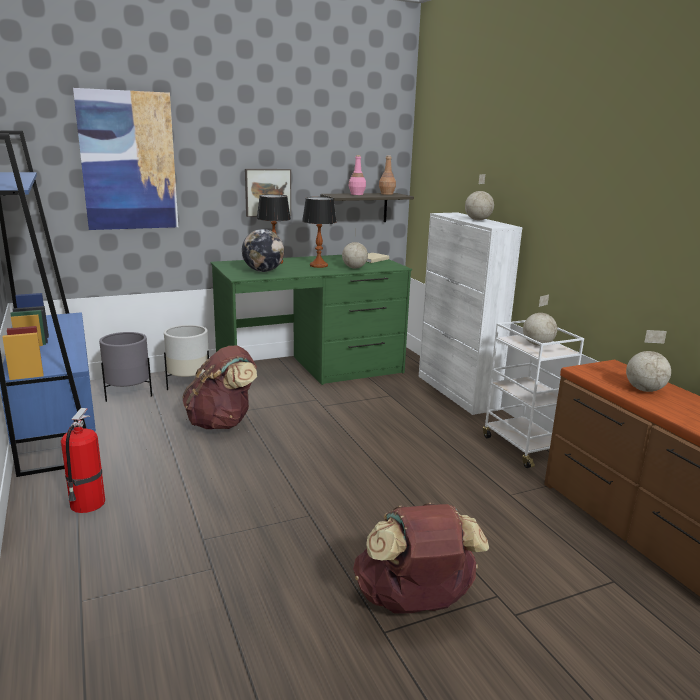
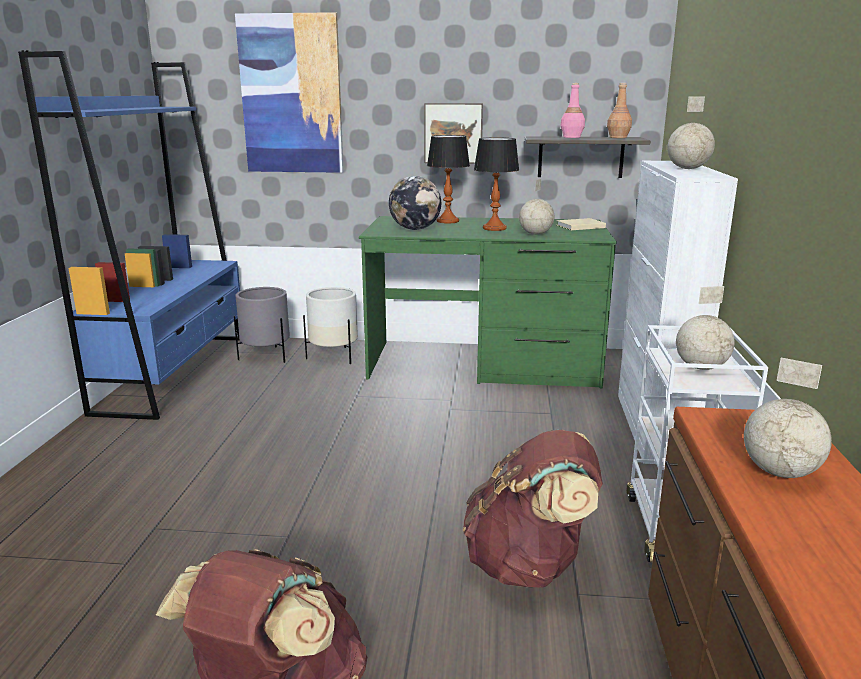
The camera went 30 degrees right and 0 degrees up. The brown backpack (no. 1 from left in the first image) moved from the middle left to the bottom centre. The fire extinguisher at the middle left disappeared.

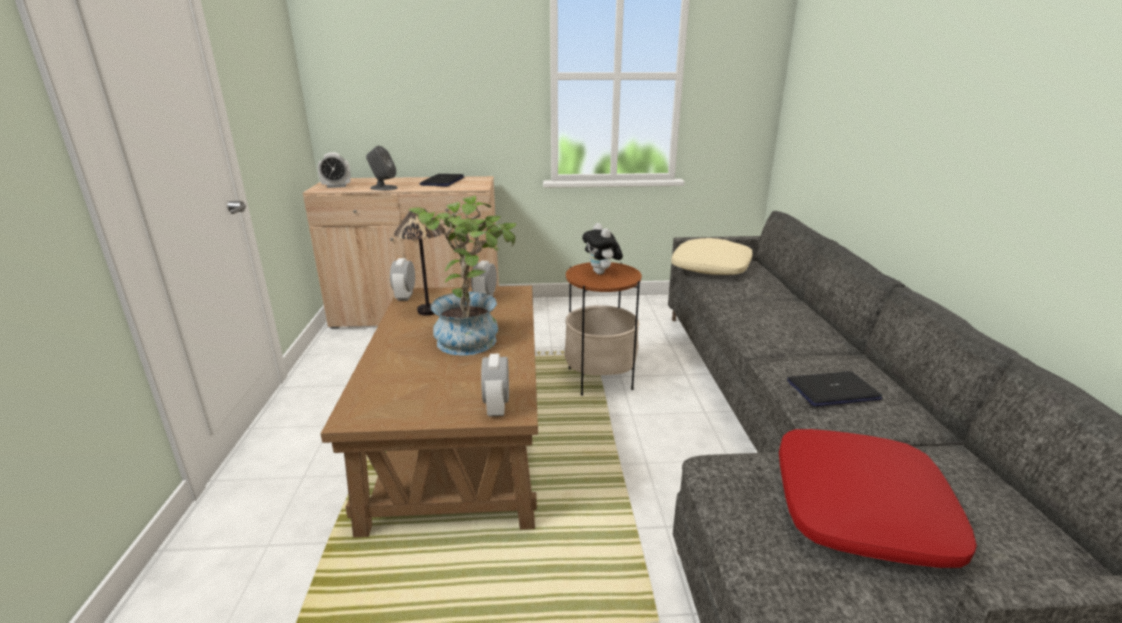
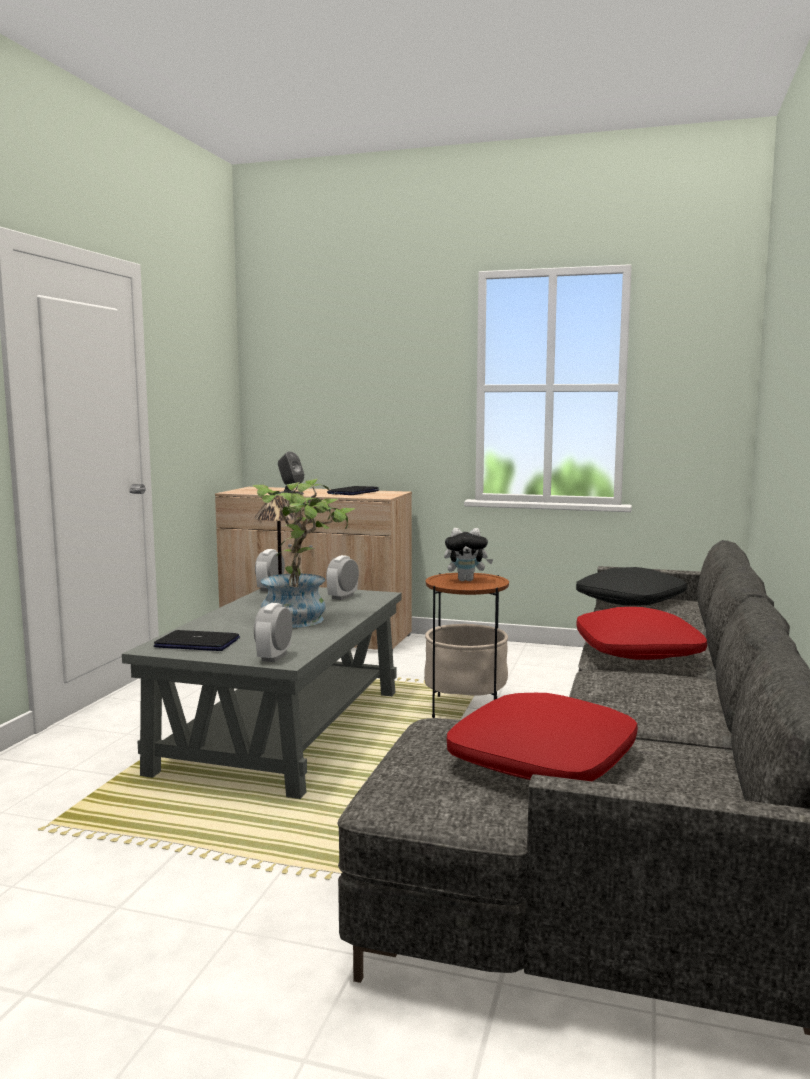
The camera went 20 degrees right and 15 degrees down. The brown coffee table at the centre became the grey coffee table at the middle left. The laptop (no. 2 from left in the first image) moved from the middle right to the middle left. The plush toy at the centre turned 90 degrees counterclockwise. The beige pillow at the centre became the black pillow at the middle right. The red pillow (no. 2 from left) at the middle right appeared. The alarm clock (no. 1 from left) at the top left disappeared.

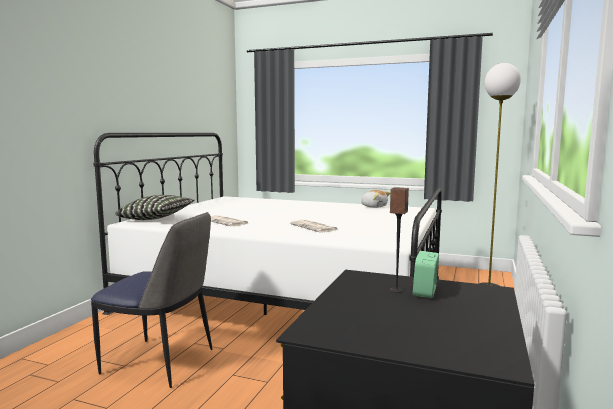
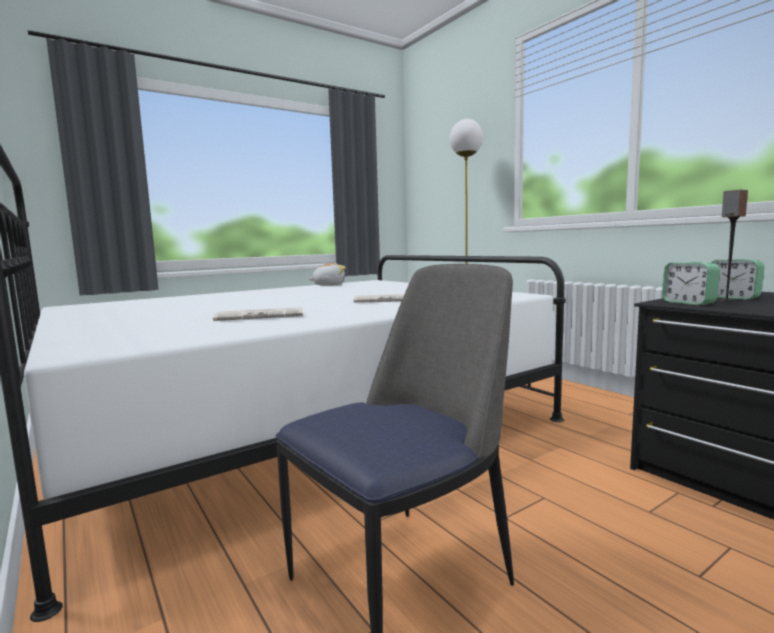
The camera went 55 degrees left and 0 degrees up. The alarm clock (no. 1 from left) at the middle right appeared. The pillow at the middle left disappeared.

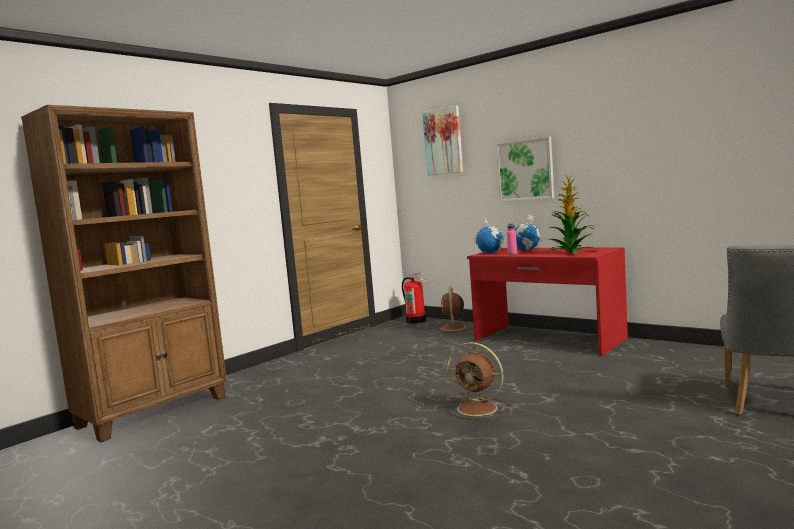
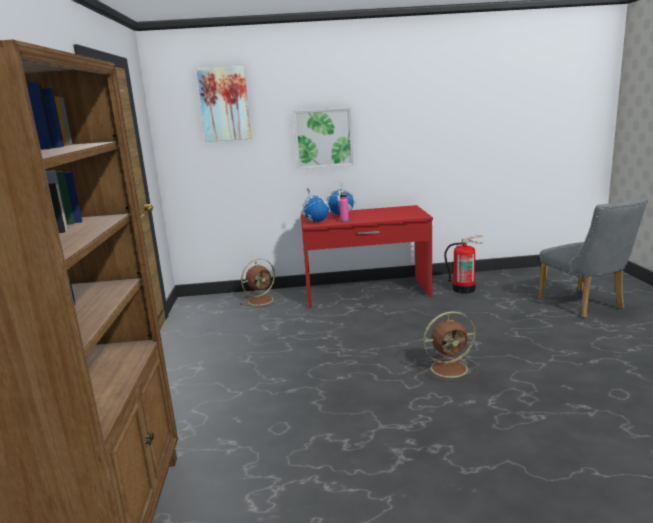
The camera went 45 degrees left and 10 degrees up. The brown fan (no. 1 from left) at the centre turned 90 degrees counterclockwise. The fire extinguisher moved from the centre to the middle right. The potted plant at the middle right disappeared.

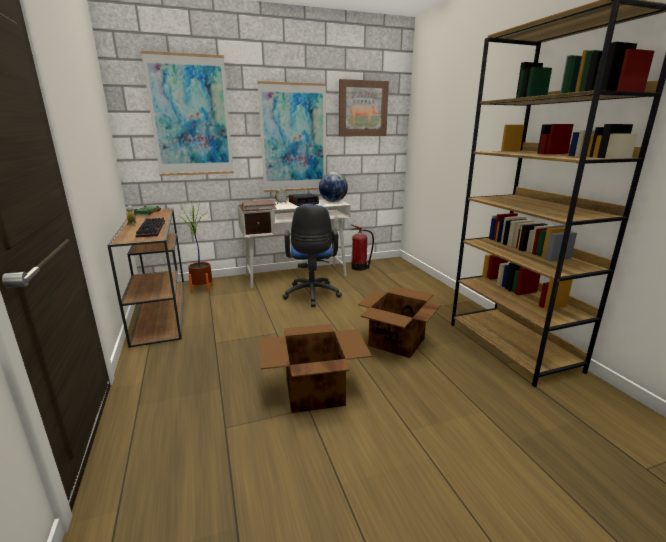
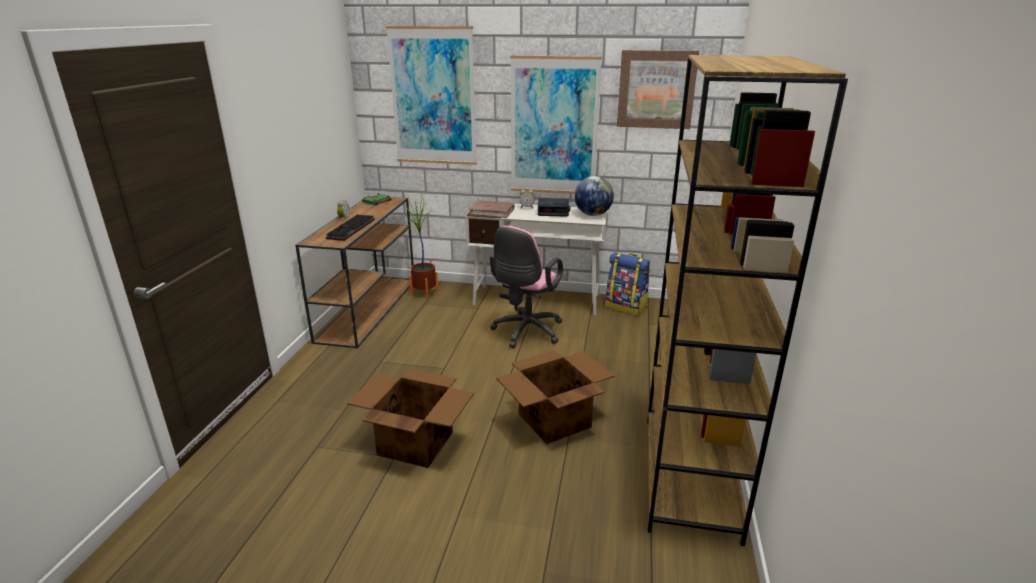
The camera went 30 degrees right and 5 degrees up. The blue office chair at the centre became the pink office chair at the centre. The fire extinguisher at the centre was replaced by the backpack at the centre.

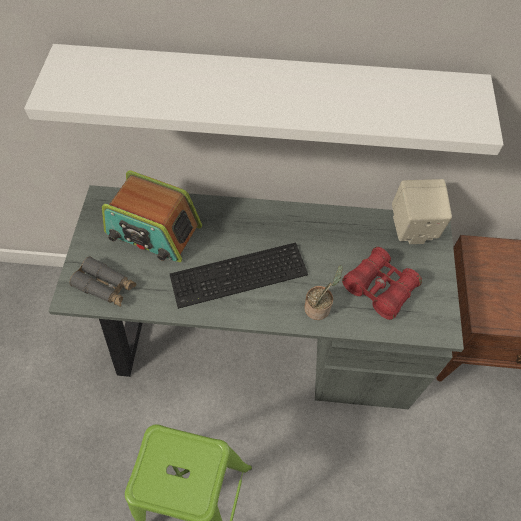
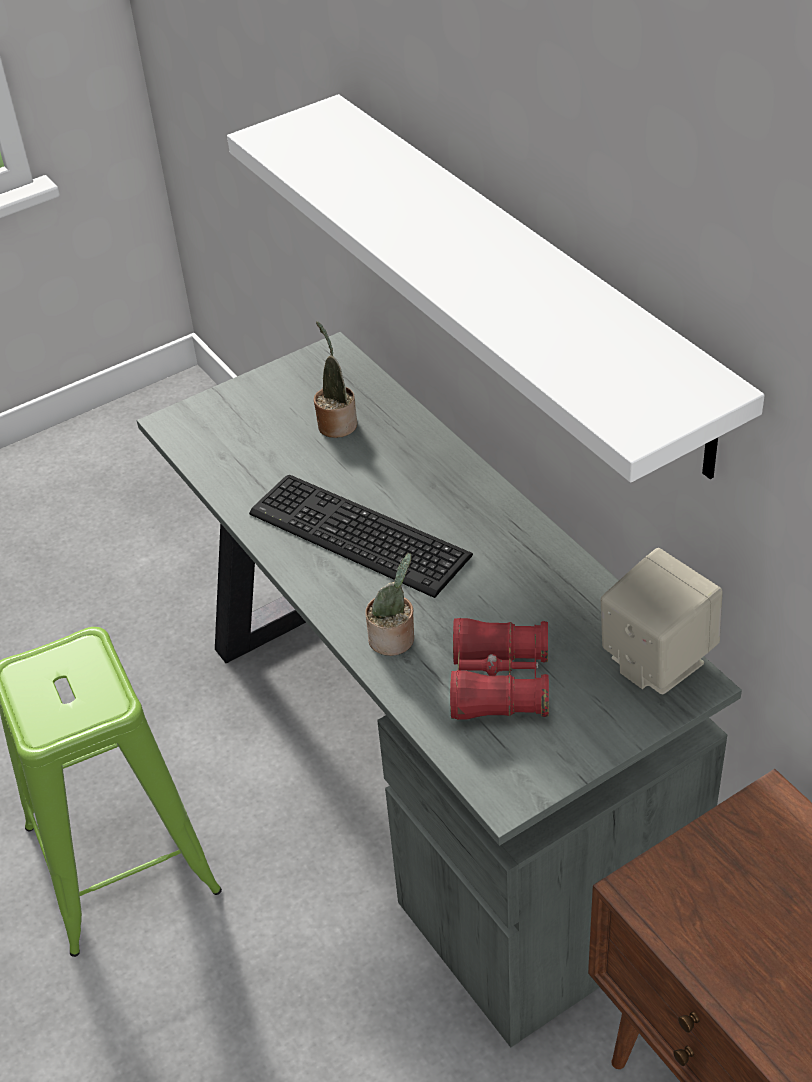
The camera went 55 degrees right and 15 degrees down. The radio at the middle left was replaced by the potted plant (no. 1 from left) at the centre. The grey binoculars at the middle left disappeared.

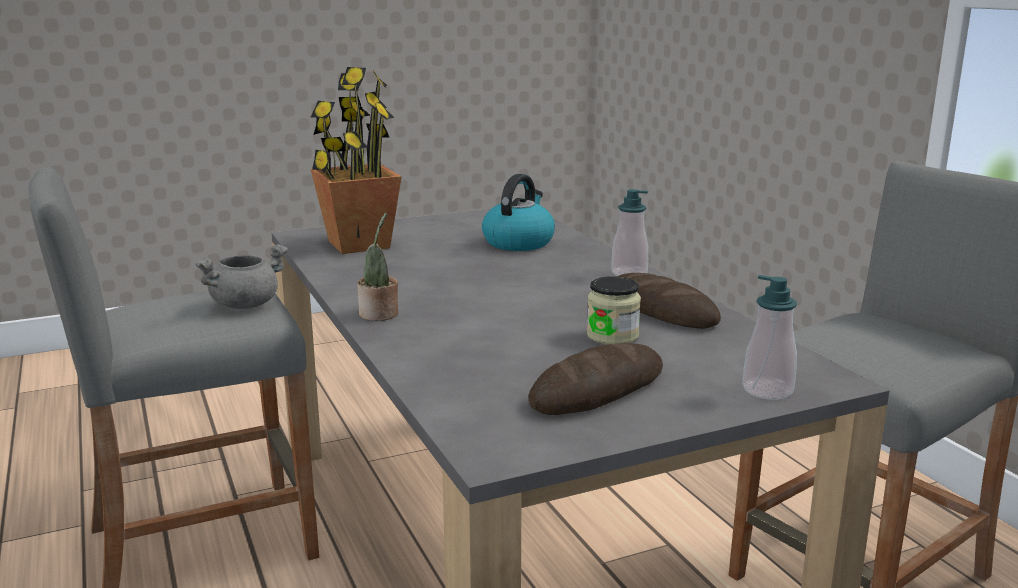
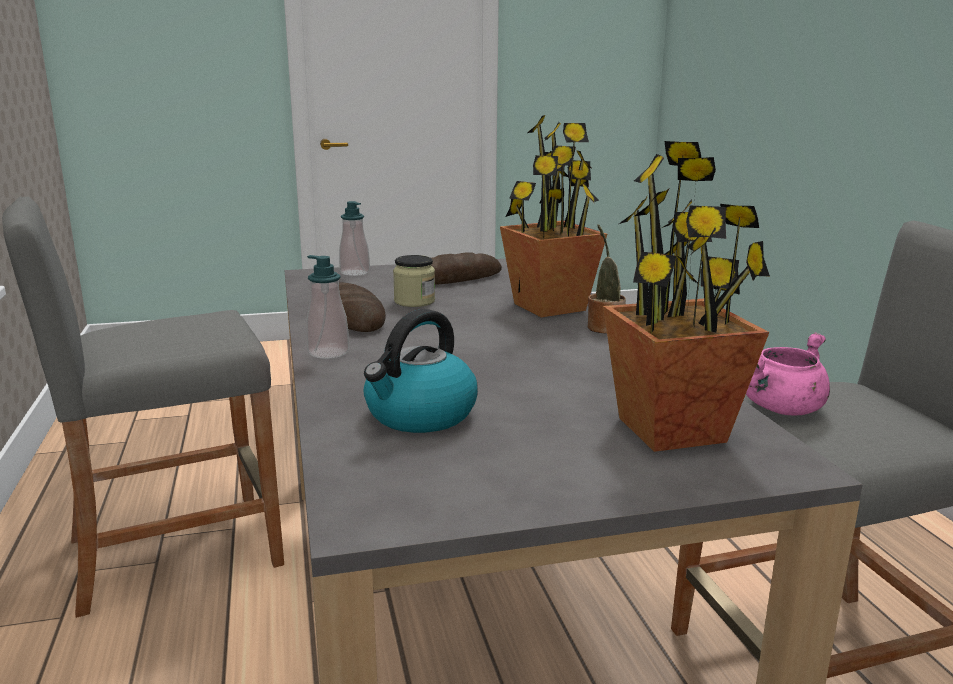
The camera went 170 degrees left and 0 degrees up. The potted plant (no. 1 from left) at the top centre appeared. The grey cooking pot at the middle left became the pink cooking pot at the middle right.

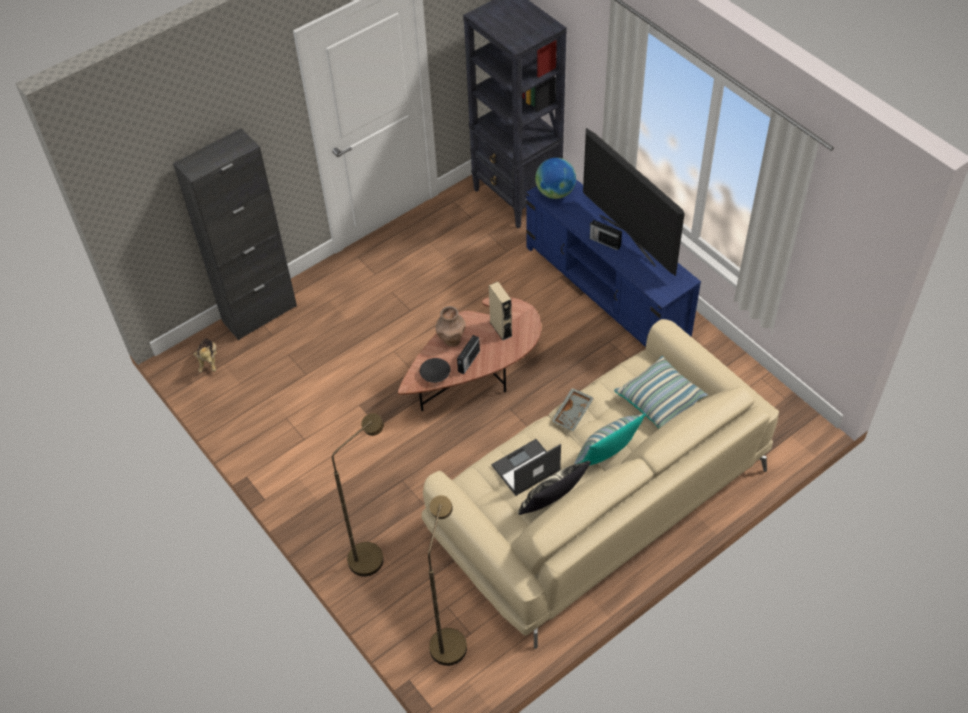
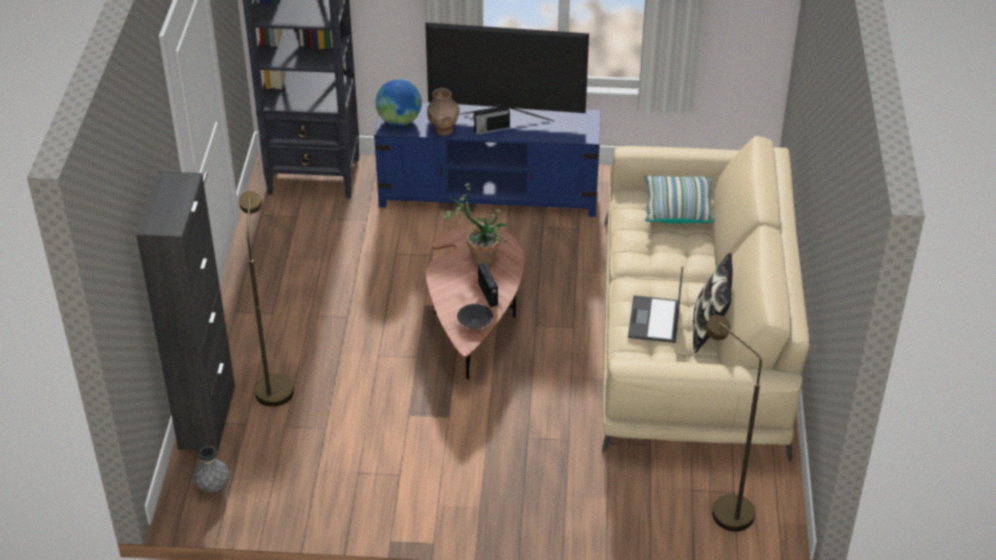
The camera went 50 degrees left and 10 degrees down. The plush toy at the middle left was replaced by the grey vase at the bottom left. The brown floor lamp (no. 1 from left) moved from the bottom centre to the middle left. The brown vase moved from the centre to the top centre. The beige speaker at the centre was replaced by the potted plant at the centre. The grey tray at the centre disappeared. The pillow (no. 2 from left) at the centre disappeared.

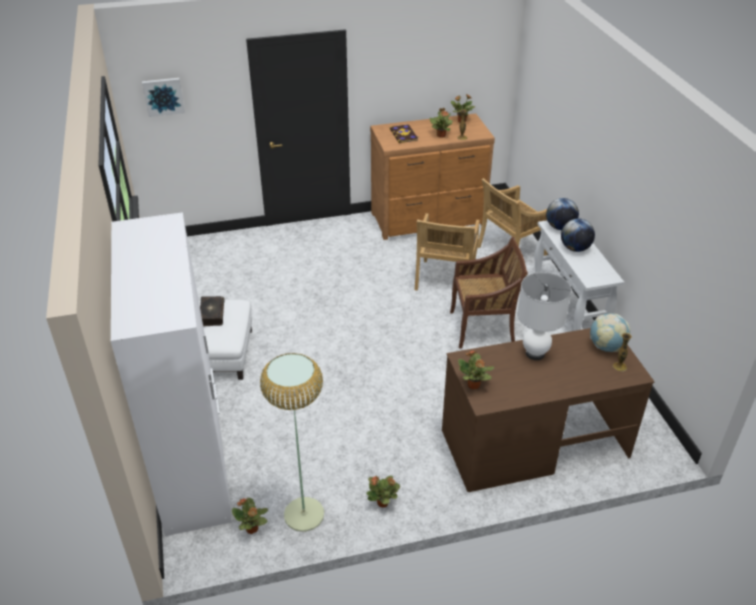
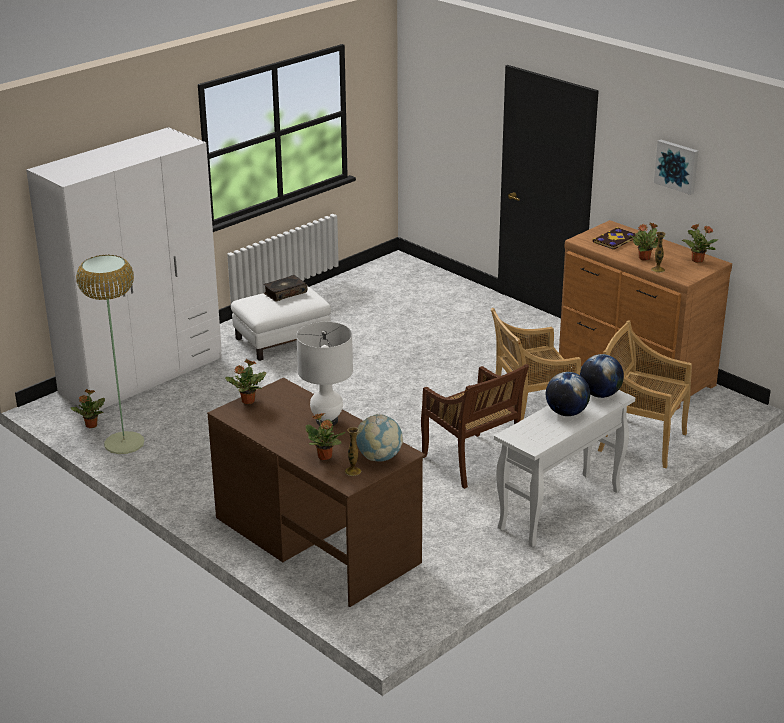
The camera went 60 degrees right and 10 degrees down. The potted plant (no. 2 from left in the first image) moved from the bottom centre to the centre. The picture moved from the top left to the top right.

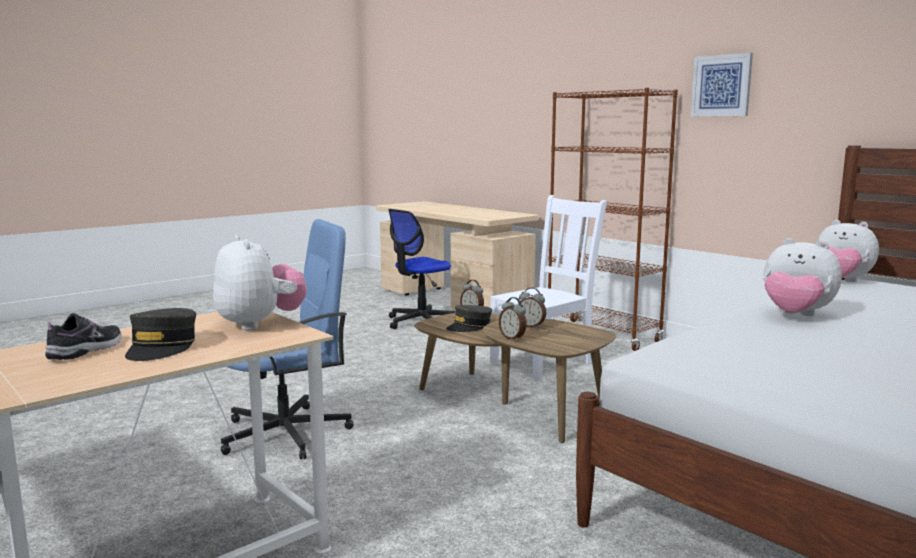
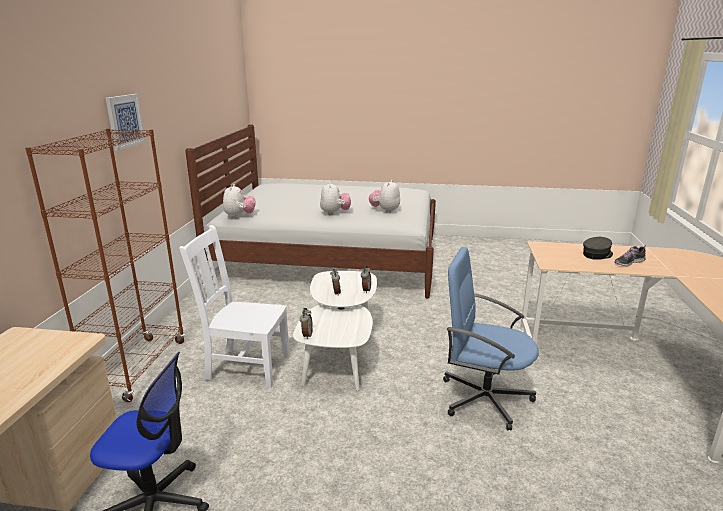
The camera went 130 degrees left and 10 degrees up. The brown coffee table at the bottom centre became the white coffee table at the centre. The plush toy (no. 1 from left in the first image) moved from the middle left to the centre. The grey cap (no. 2 from left) at the centre disappeared.

